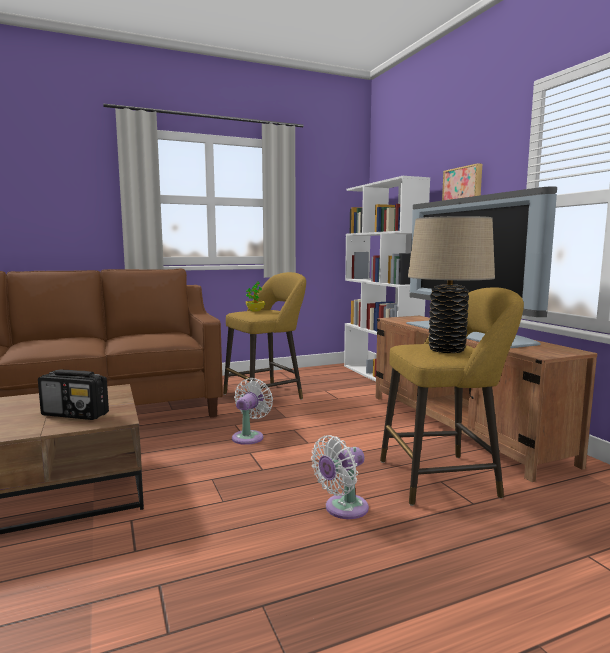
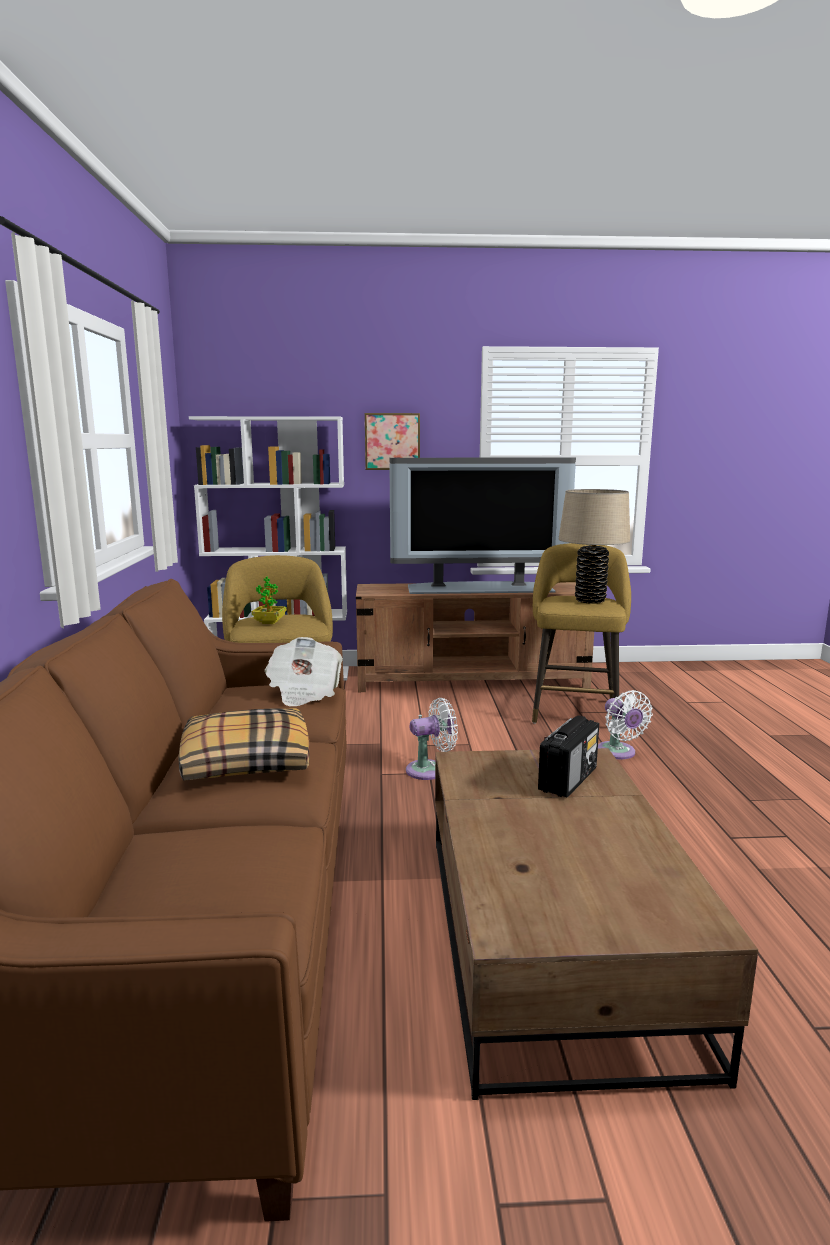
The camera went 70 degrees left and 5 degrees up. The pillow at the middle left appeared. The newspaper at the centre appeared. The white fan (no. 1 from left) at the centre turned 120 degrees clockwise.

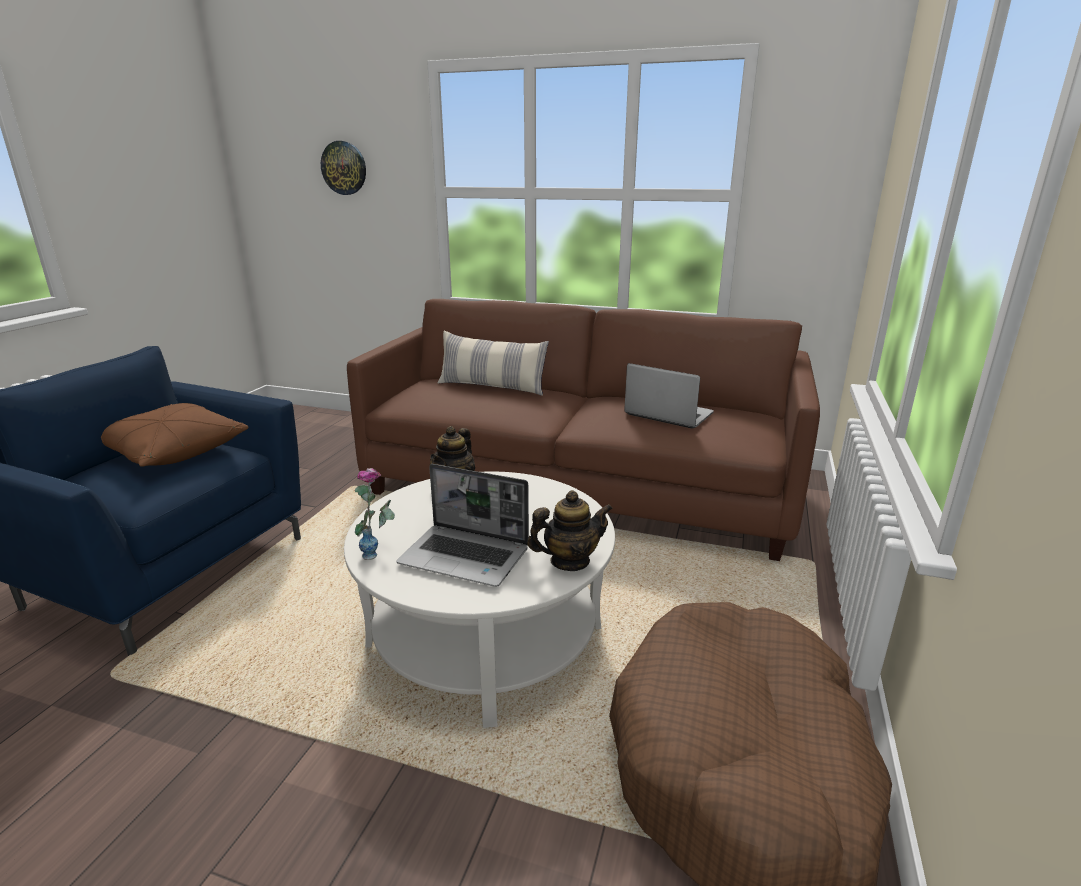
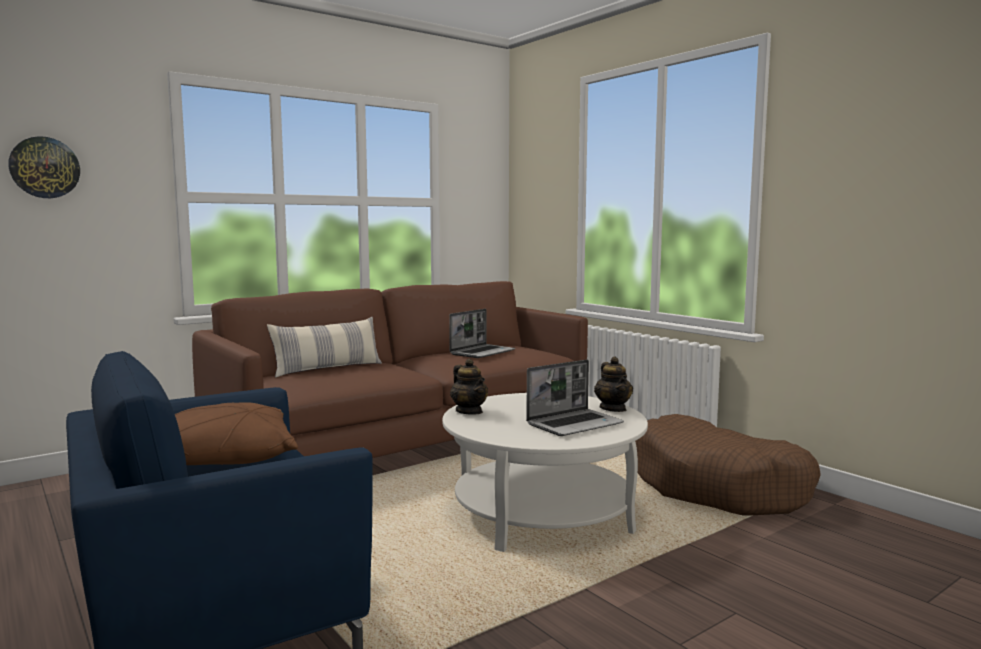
The camera went 55 degrees left and 15 degrees down. The laptop (no. 2 from left in the first image) at the centre turned 150 degrees clockwise. The teapot (no. 2 from left) at the centre turned 150 degrees clockwise. The vase at the centre disappeared.

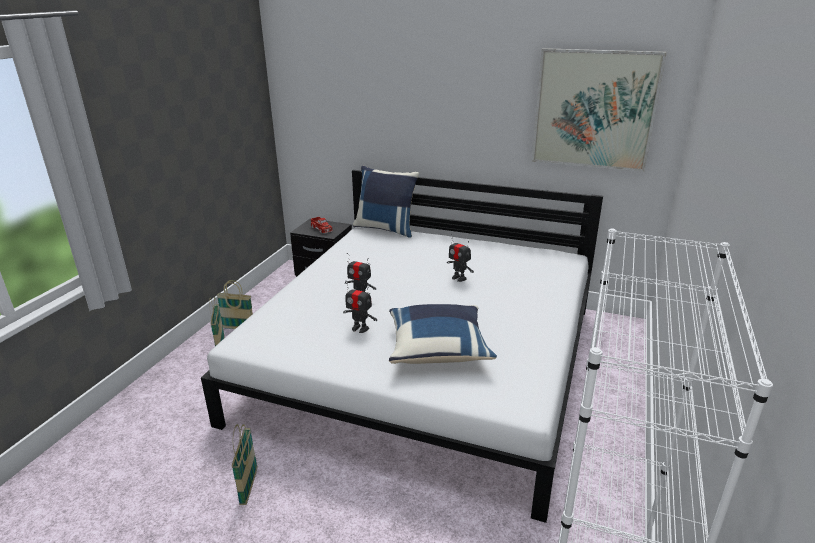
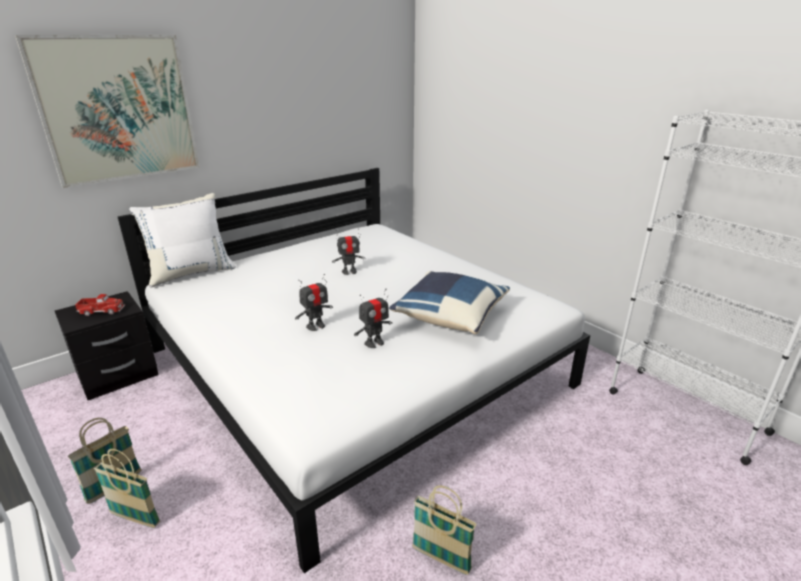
The camera went 60 degrees left and 0 degrees up. The picture moved from the top right to the top left. The blue pillow (no. 1 from left) at the centre became the white pillow at the middle left.

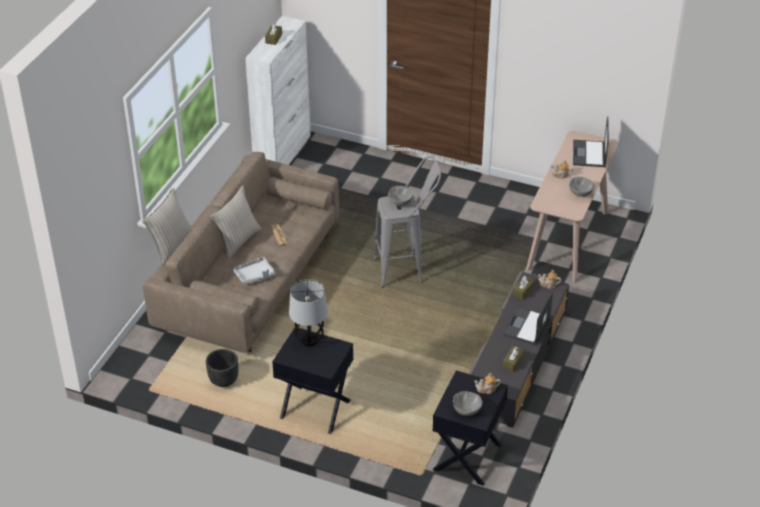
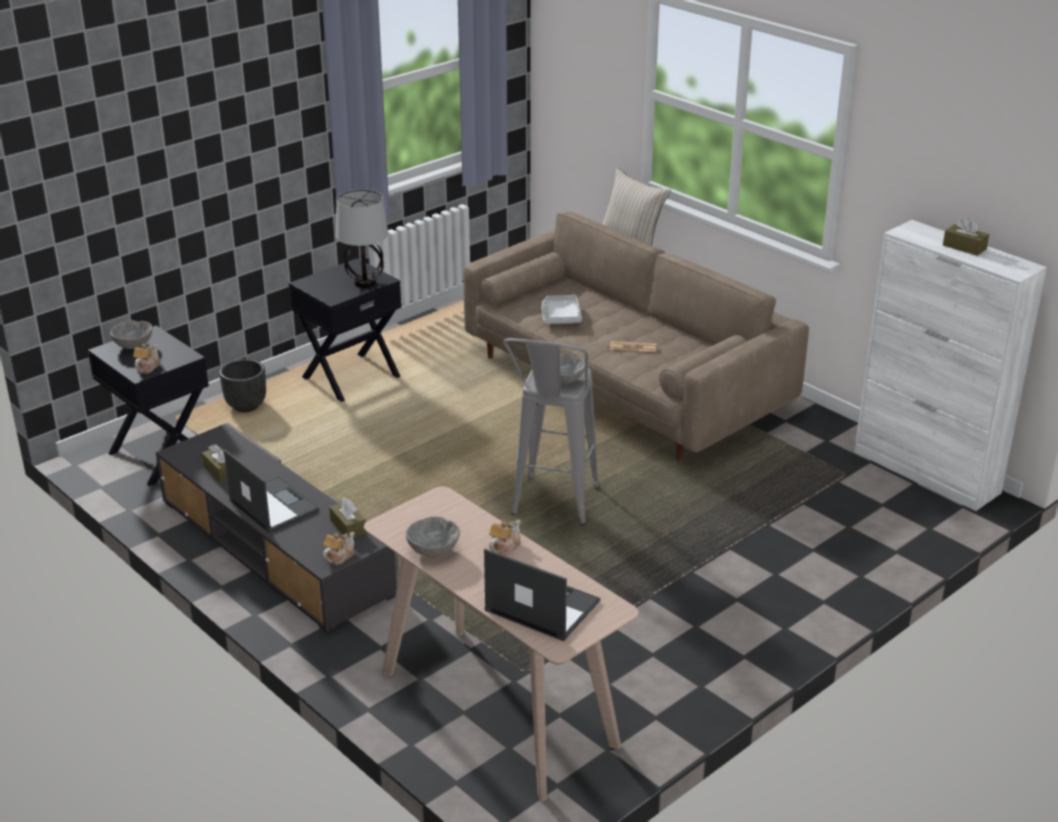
The camera went 115 degrees right and 10 degrees down. The black planter moved from the bottom left to the middle left. The beige pillow (no. 2 from left) at the middle left disappeared.

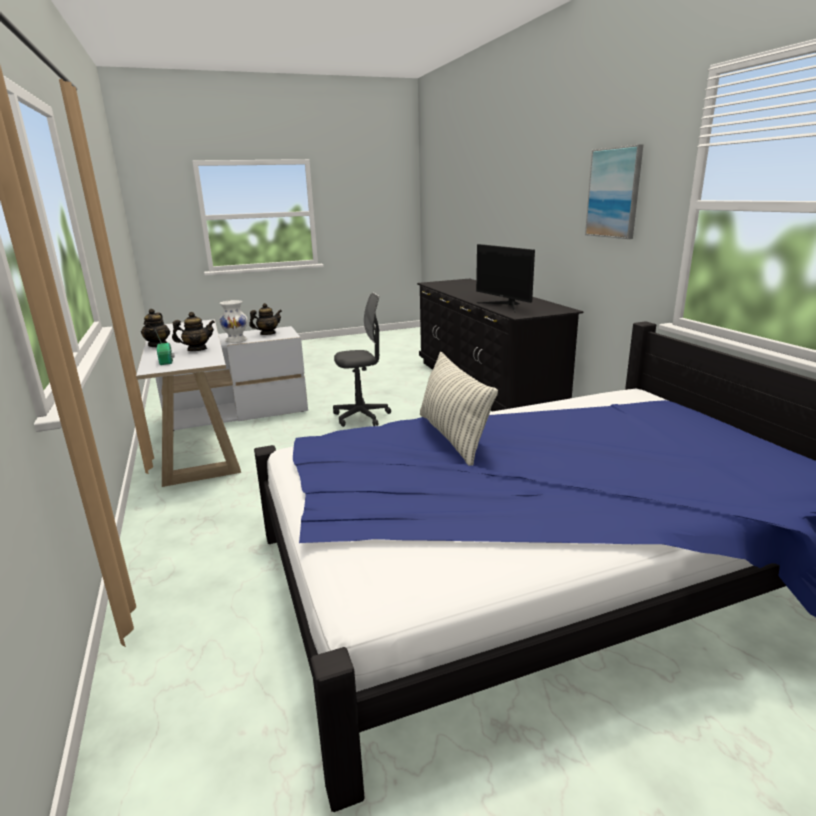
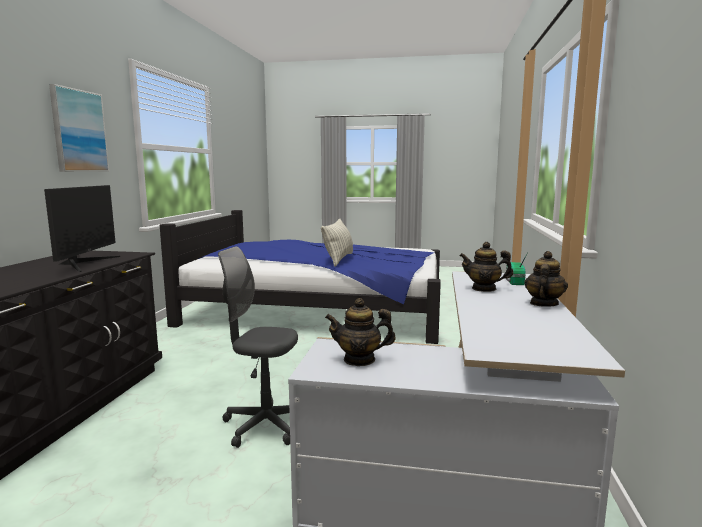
The camera went 150 degrees left and 10 degrees down. The white vase at the middle left disappeared.

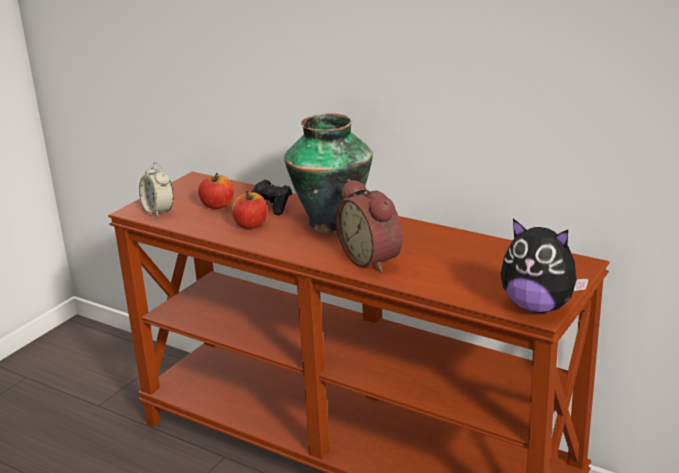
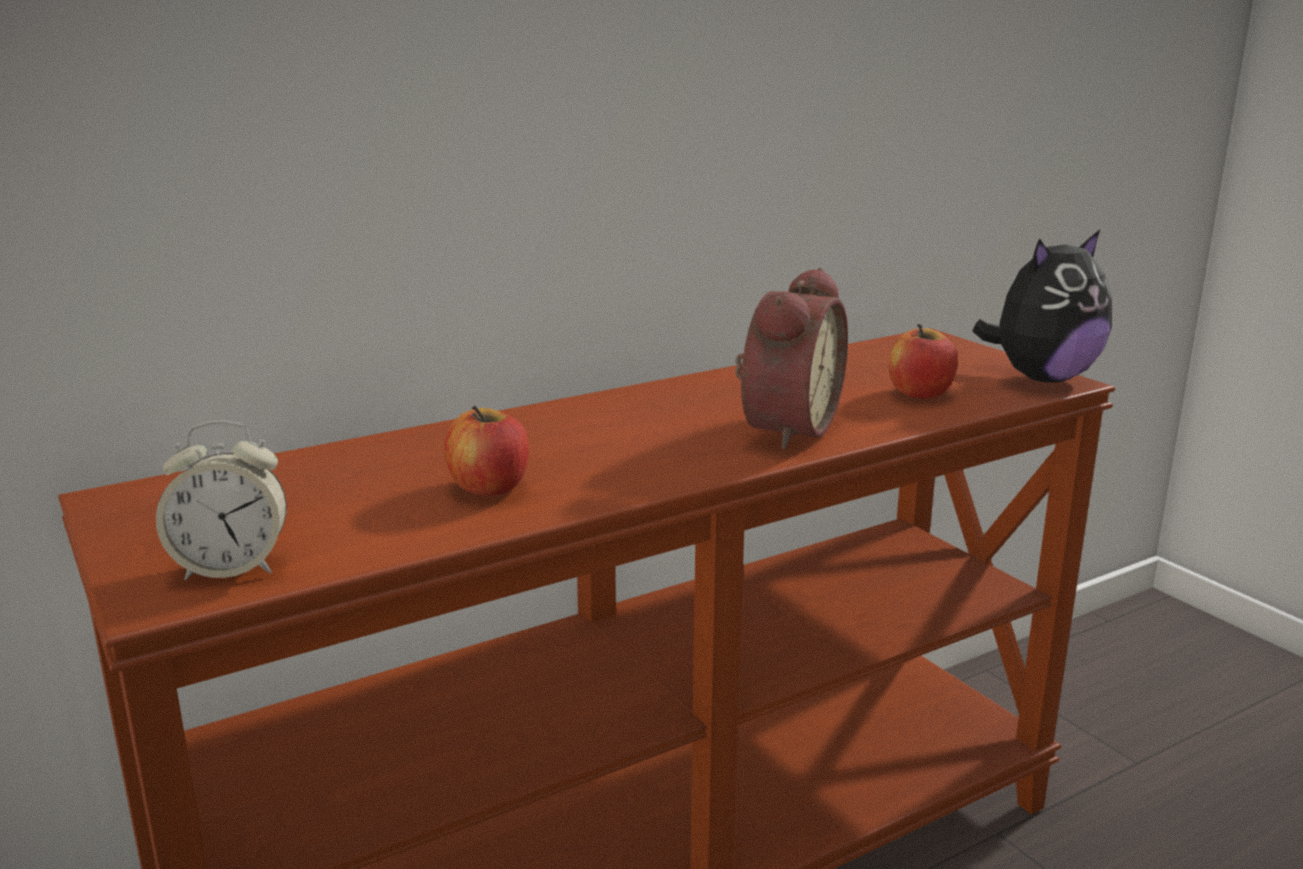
The camera went 65 degrees left and 5 degrees down. The alarm clock (no. 2 from left) at the centre turned 60 degrees counterclockwise. The apple (no. 1 from left in the first image) moved from the middle left to the middle right. The black game controller at the centre disappeared. The vase at the centre disappeared.

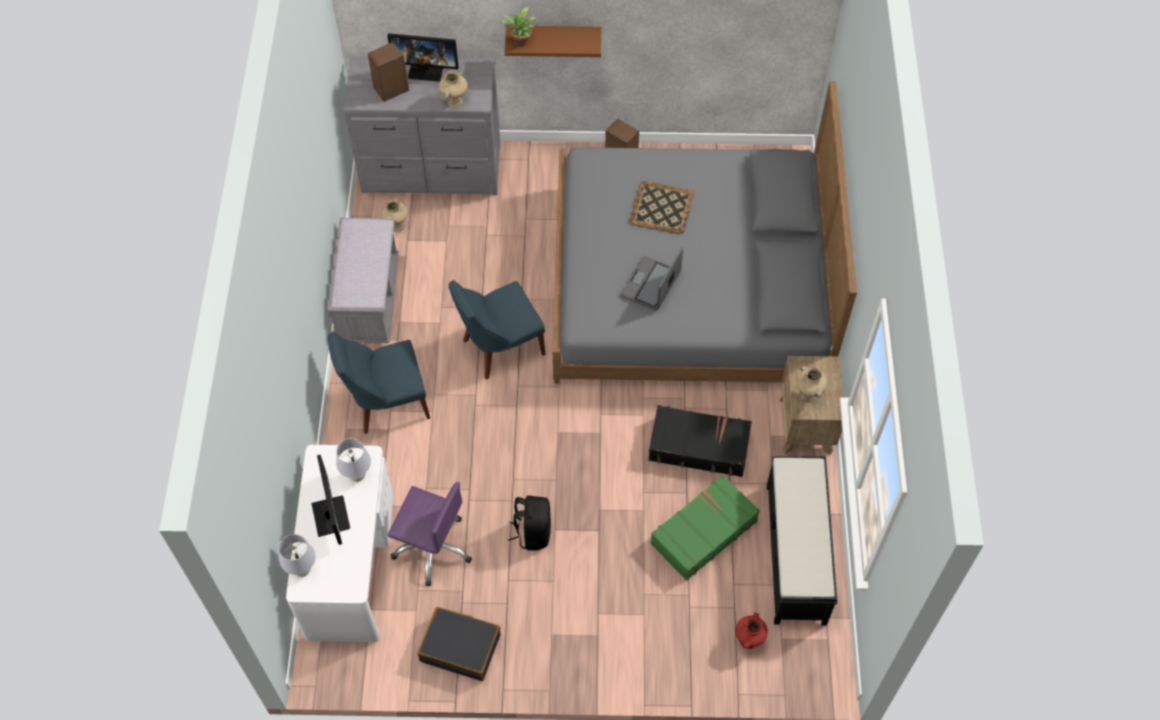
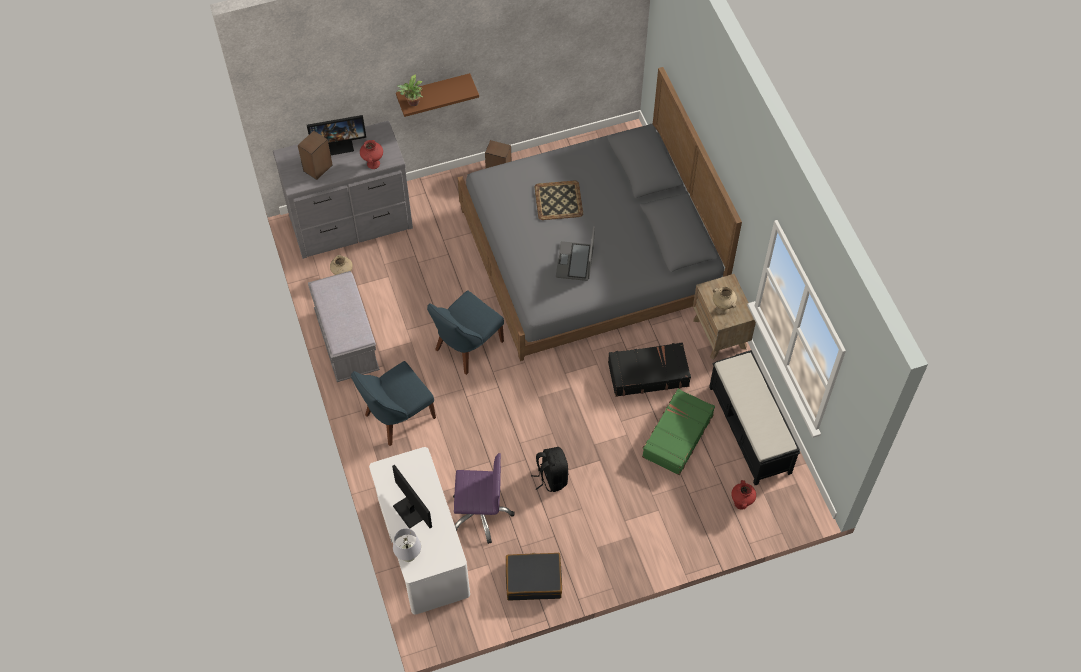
The camera went 20 degrees left and 0 degrees up. The beige vase (no. 2 from left) at the top centre became the red vase (no. 1 from left) at the top centre. The white table lamp (no. 2 from left) at the middle left disappeared.

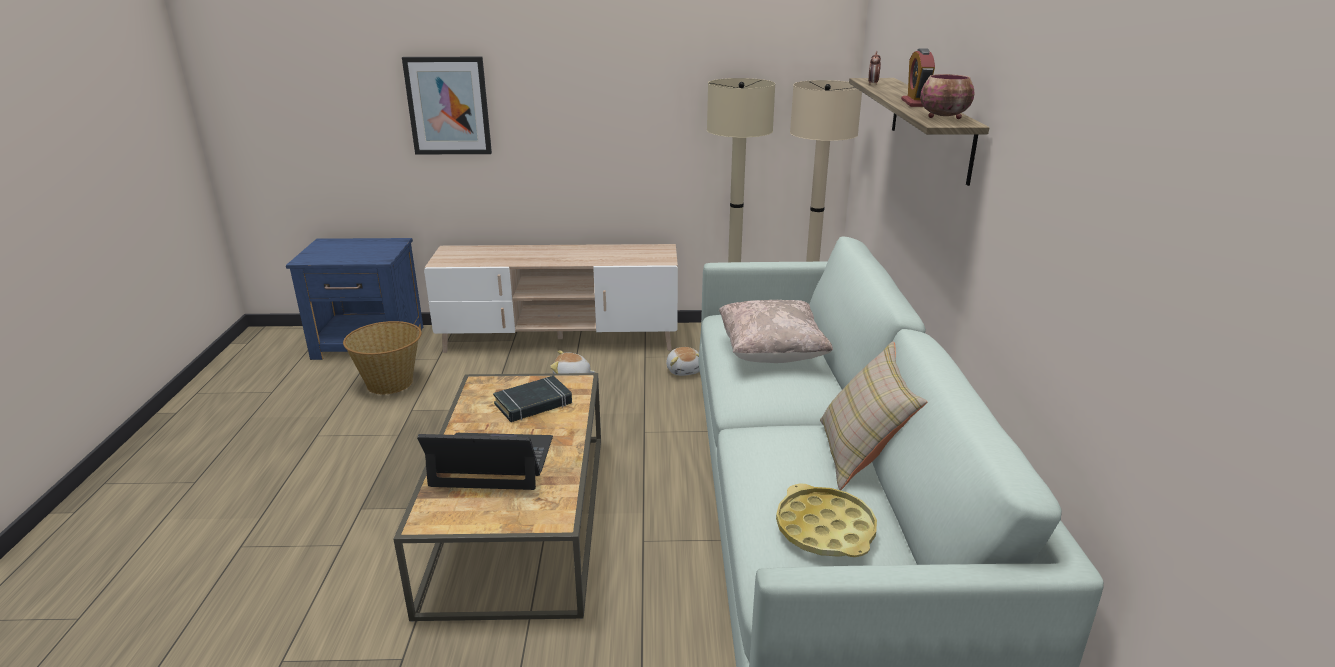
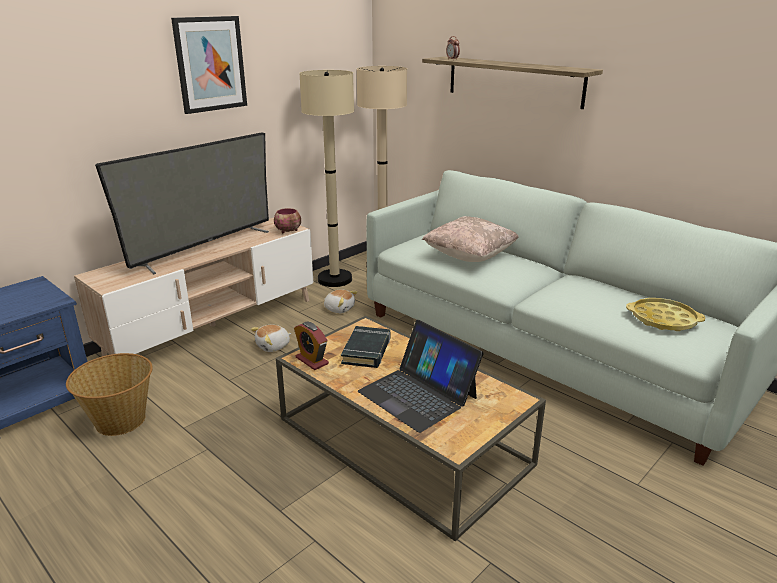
The camera went 45 degrees left and 0 degrees up. The television at the middle left appeared. The picture moved from the top centre to the top left. The bowl moved from the top right to the centre. The alarm clock (no. 2 from left in the first image) moved from the top right to the centre. The laptop at the bottom centre turned 90 degrees counterclockwise. The beige pillow (no. 2 from left) at the centre disappeared.

